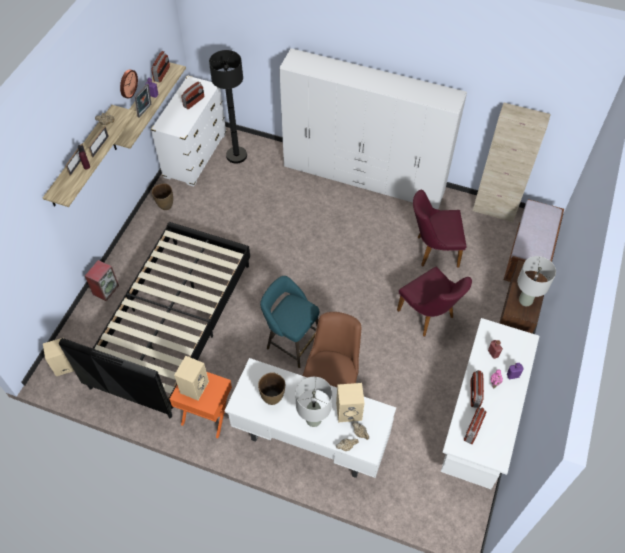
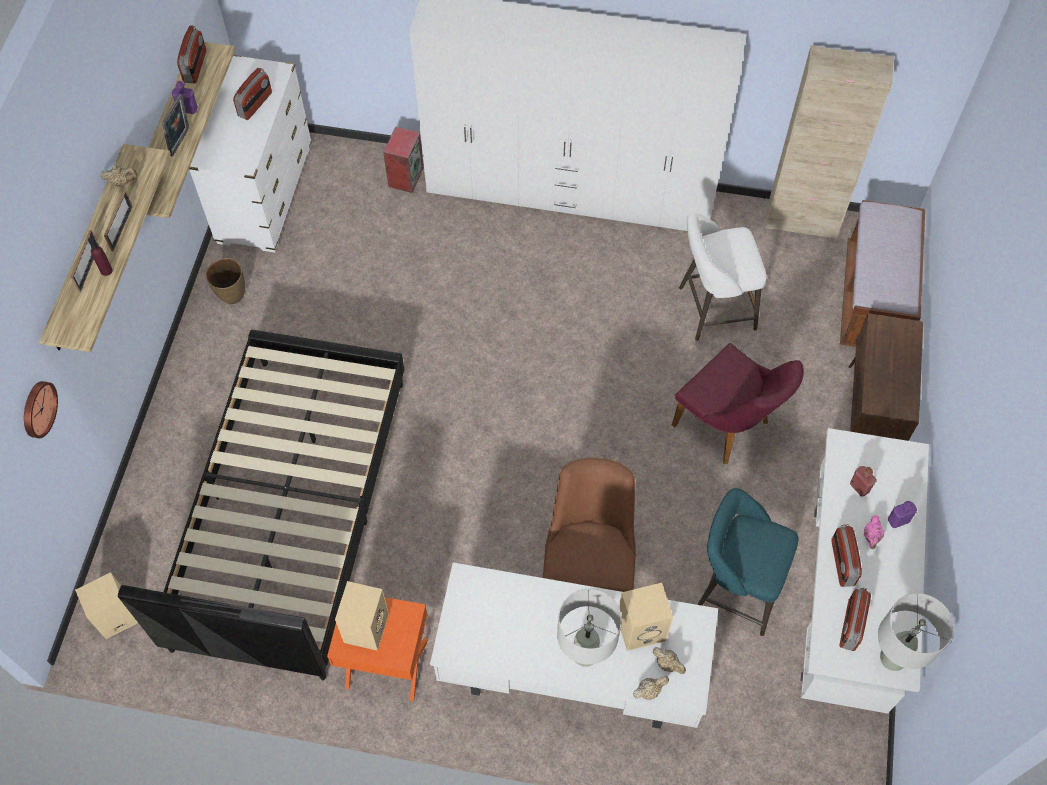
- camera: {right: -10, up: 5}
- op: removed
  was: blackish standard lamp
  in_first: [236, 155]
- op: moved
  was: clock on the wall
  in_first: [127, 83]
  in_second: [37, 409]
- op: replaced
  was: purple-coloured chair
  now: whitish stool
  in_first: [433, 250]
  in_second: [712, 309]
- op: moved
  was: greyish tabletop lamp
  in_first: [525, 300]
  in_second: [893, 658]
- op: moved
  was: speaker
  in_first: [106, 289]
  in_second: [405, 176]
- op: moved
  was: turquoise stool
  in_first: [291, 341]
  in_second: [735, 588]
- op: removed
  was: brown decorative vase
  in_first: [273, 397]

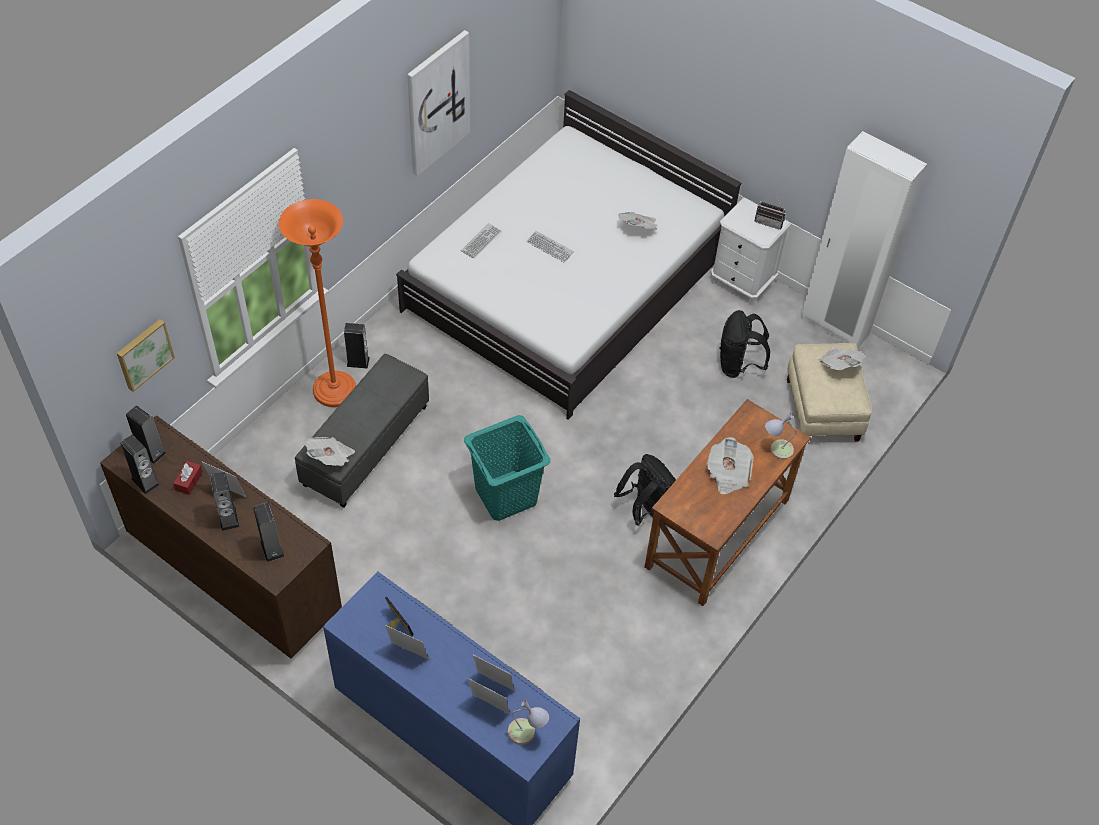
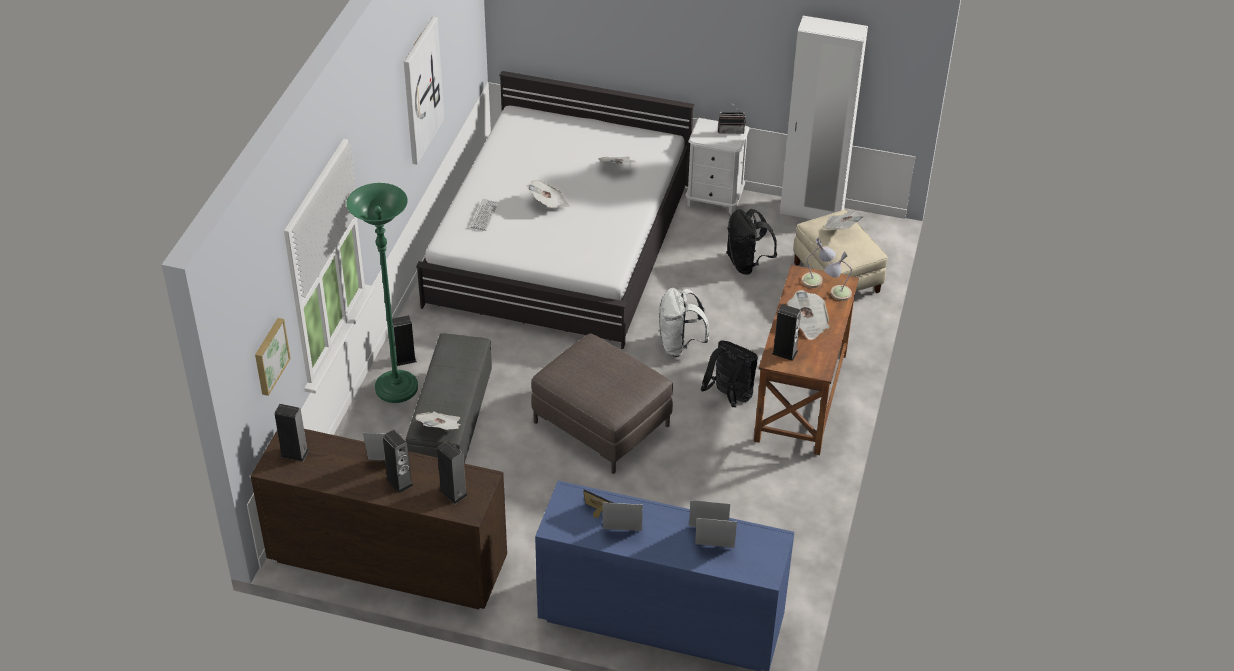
- camera: {right: -20, up: -10}
- op: recoloured
  was: orange standard lamp
  now: greenish standard lamp
  in_first: [334, 391]
  in_second: [396, 388]
- op: replaced
  was: PC keyboard
  now: daily paper
  in_first: [550, 247]
  in_second: [548, 203]
- op: replaced
  was: turquoise laundry basket
  now: brown footrest
  in_first: [505, 495]
  in_second: [601, 424]
- op: moved
  was: speaker
  in_first: [145, 481]
  in_second: [784, 352]
- op: removed
  was: red-coloured tissue box
  in_first: [189, 481]
- op: moved
  was: tabletop lamp
  in_first: [527, 733]
  in_second: [816, 280]
- op: added
  now: whitish knapsack
  in_second: [680, 345]

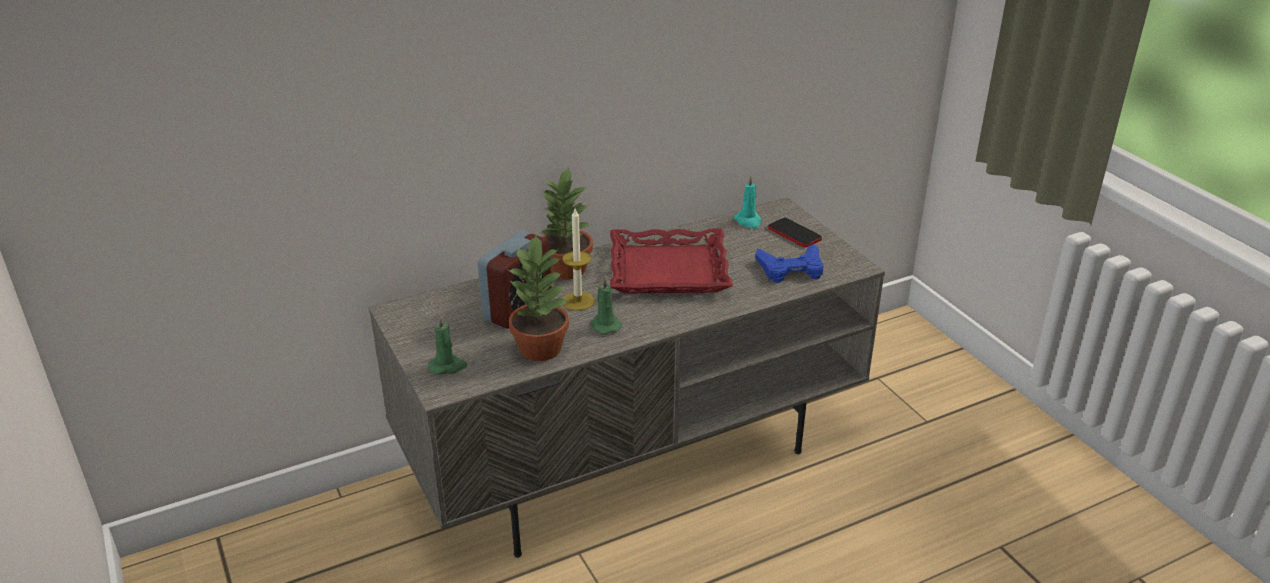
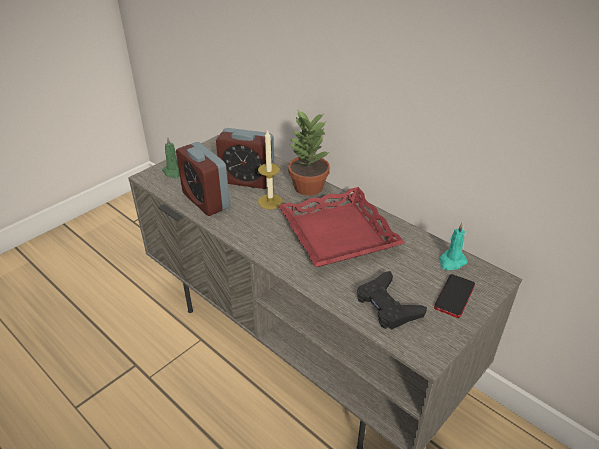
- camera: {right: 70, up: 5}
- op: replaced
  was: plant in a pot
  now: bedside clock
  in_first: [541, 348]
  in_second: [206, 200]
- op: recoloured
  was: bluish game controller
  now: blackish game controller
  in_first: [791, 269]
  in_second: [387, 305]
- op: removed
  was: greenish wax candle
  in_first: [605, 325]

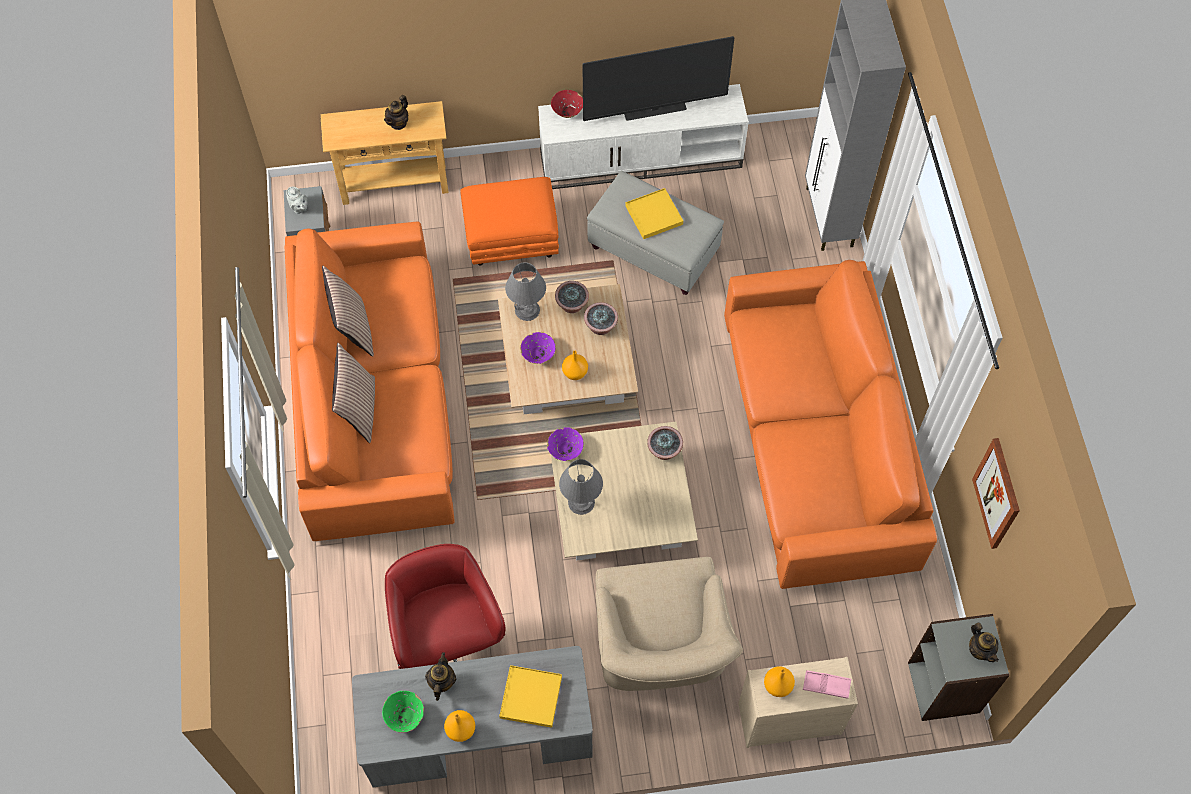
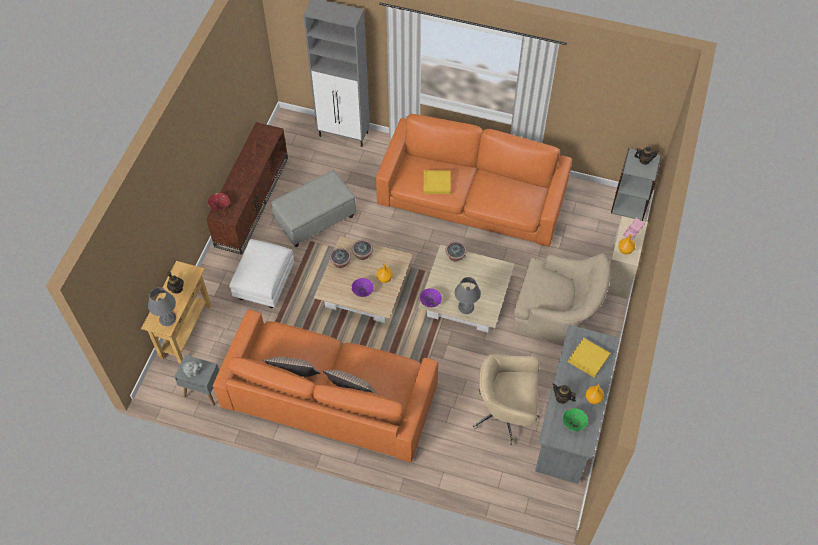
- camera: {right: -65, up: -5}
- op: removed
  was: TV set
  in_first: [655, 110]
- op: recoloured
  was: whitish media console
  now: brown media console
  in_first: [642, 159]
  in_second: [251, 200]
- op: recoloured
  was: orange footrest
  now: whitish footrest
  in_first: [510, 239]
  in_second: [264, 285]
- op: moved
  was: yellow-coloured tray
  in_first: [654, 215]
  in_second: [437, 183]
- op: moved
  was: greyish tabletop lamp
  in_first: [527, 309]
  in_second: [167, 318]
- op: removed
  was: picture
  in_first: [997, 493]
- op: recoloured
  was: red-coloured office chair
  now: beige office chair
  in_first: [448, 640]
  in_second: [506, 413]

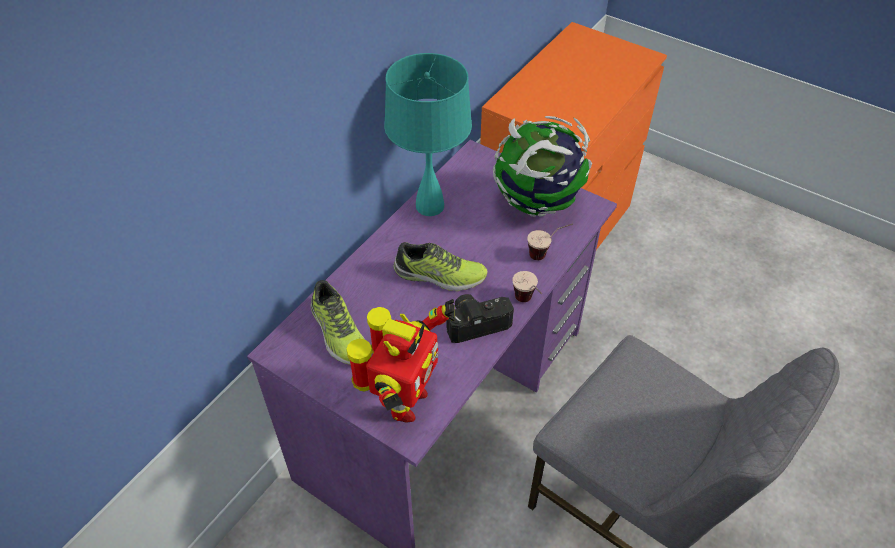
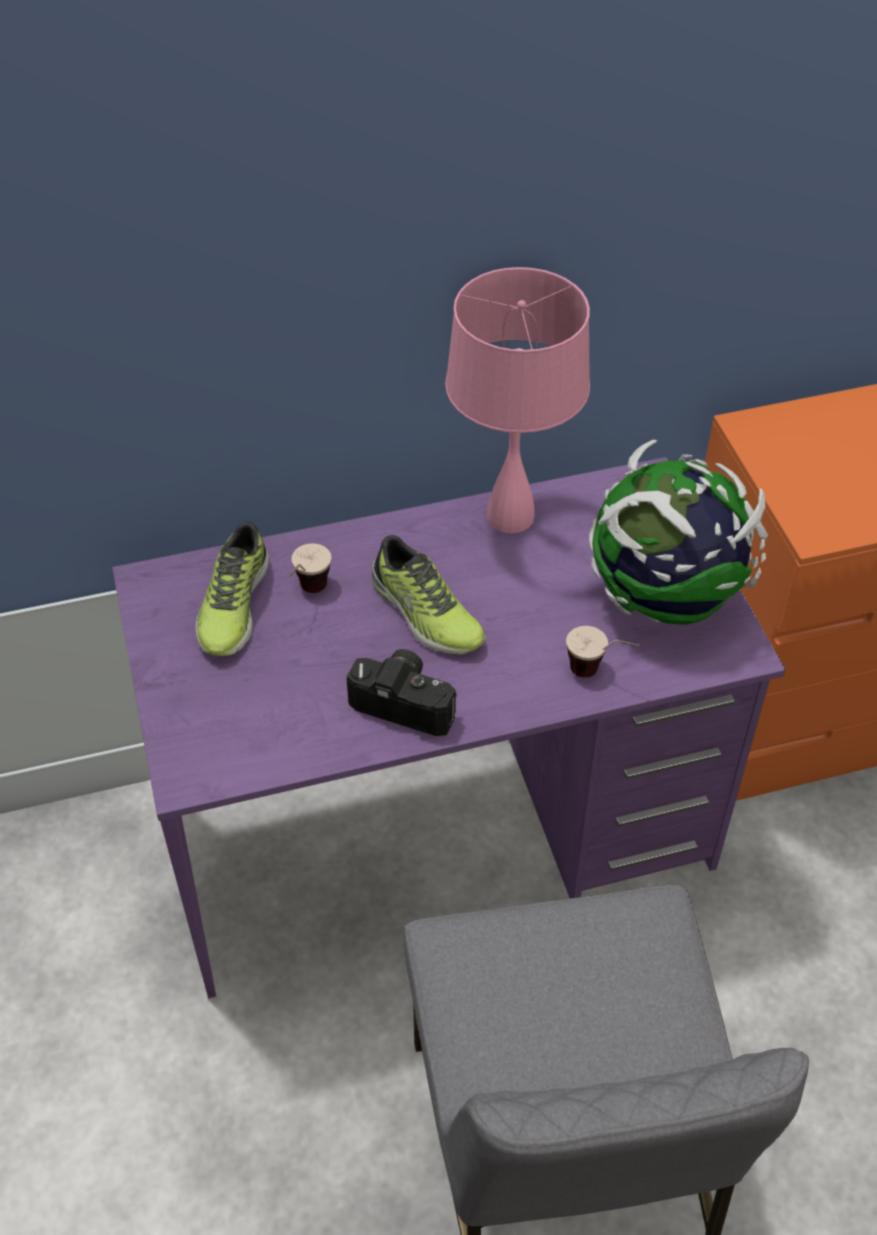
- camera: {right: 40, up: 0}
- op: recoloured
  was: turquoise tabletop lamp
  now: pink tabletop lamp
  in_first: [429, 206]
  in_second: [510, 515]
- op: moved
  was: drinking cup
  in_first: [527, 303]
  in_second: [308, 595]
- op: removed
  was: robot figure
  in_first: [403, 402]

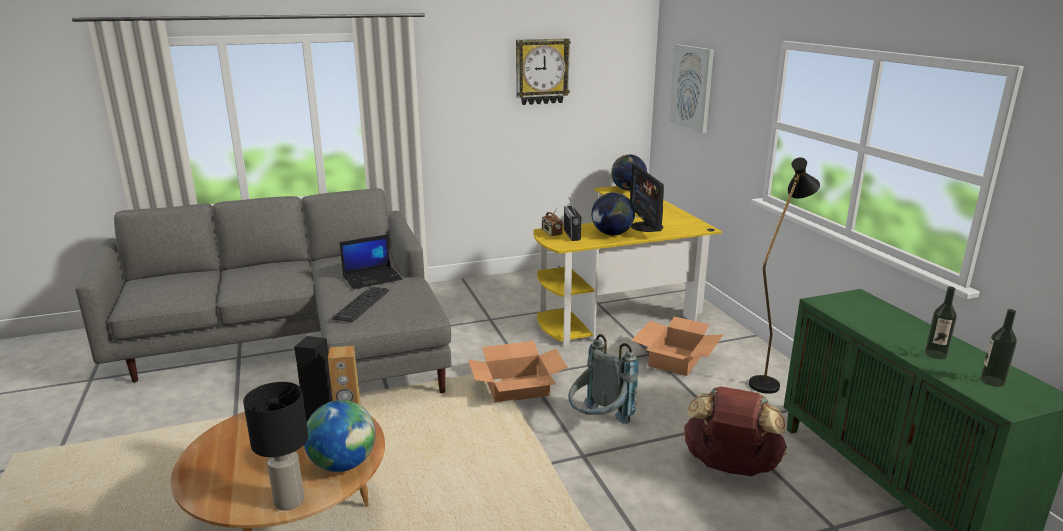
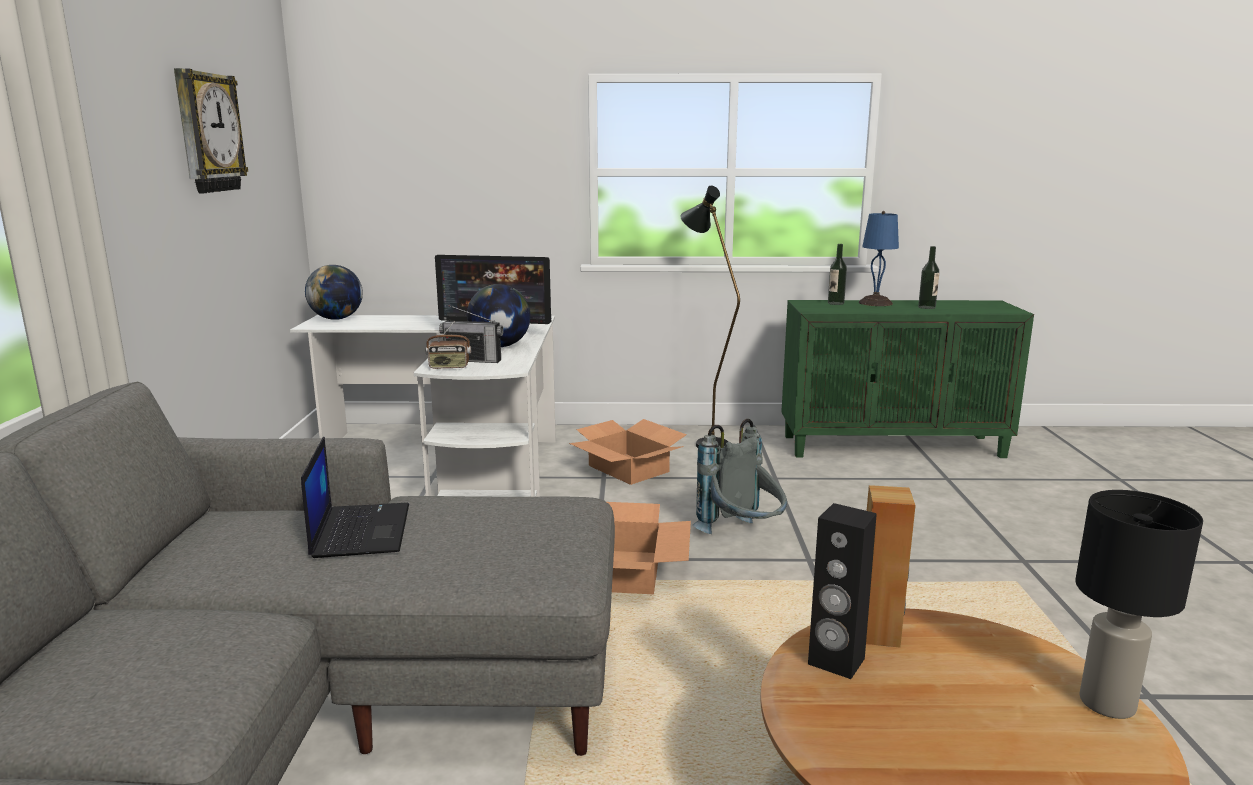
- camera: {right: -70, up: -5}
- op: removed
  was: picture
  in_first: [692, 87]
- op: recoloured
  was: yellow-coloured desk
  now: whitish desk
  in_first: [625, 305]
  in_second: [460, 463]
- op: removed
  was: PC keyboard
  in_first: [361, 304]
- op: moved
  was: drink bottle
  in_first: [992, 381]
  in_second: [835, 303]
- op: removed
  was: brown knapsack
  in_first: [730, 467]
- op: removed
  was: globe
  in_first: [343, 464]
- op: added
  now: bluish tabletop lamp
  in_second: [874, 303]

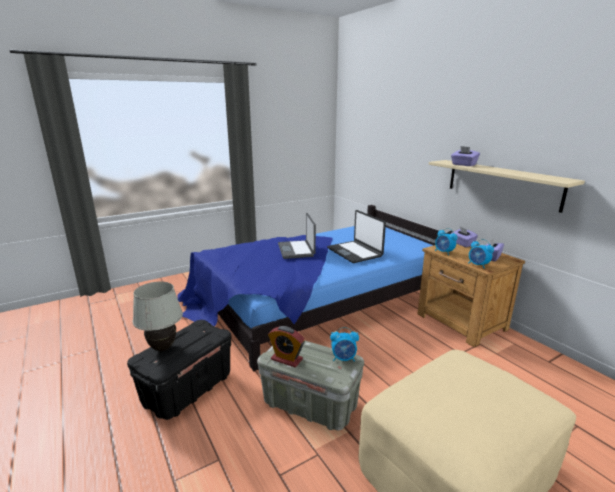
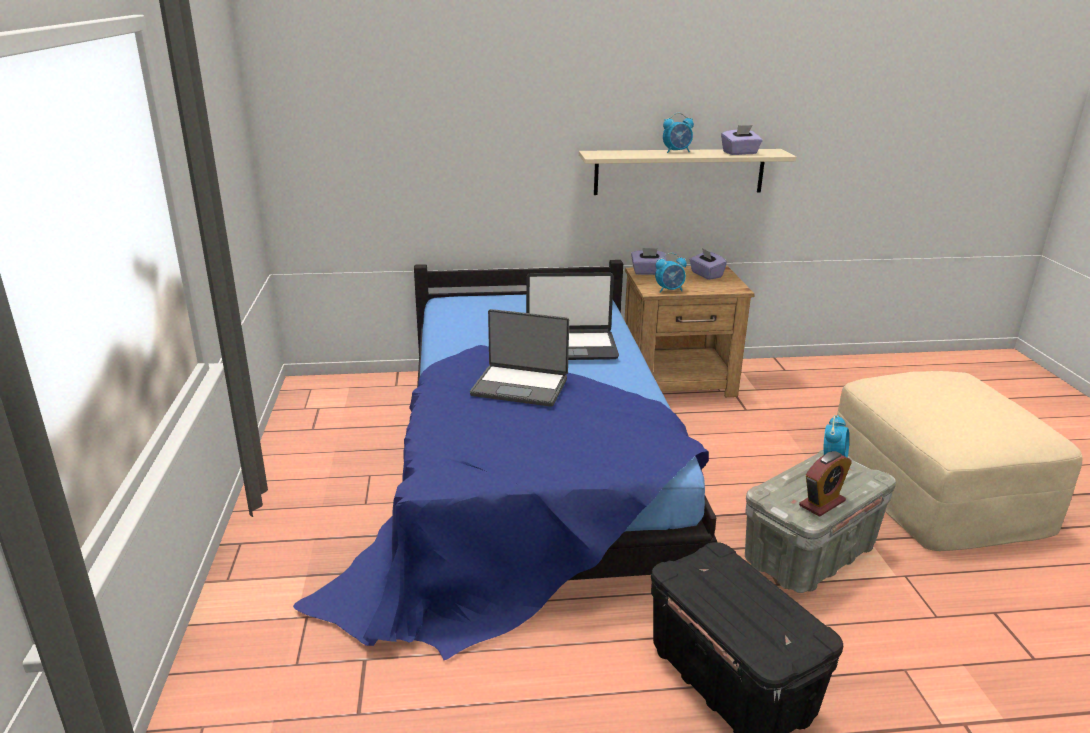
- camera: {right: -65, up: 5}
- op: moved
  was: purple-coloured tissue box
  in_first: [463, 165]
  in_second: [740, 153]
- op: moved
  was: bedside clock
  in_first: [478, 265]
  in_second: [677, 151]
- op: removed
  was: whitish tabletop lamp
  in_first: [163, 347]

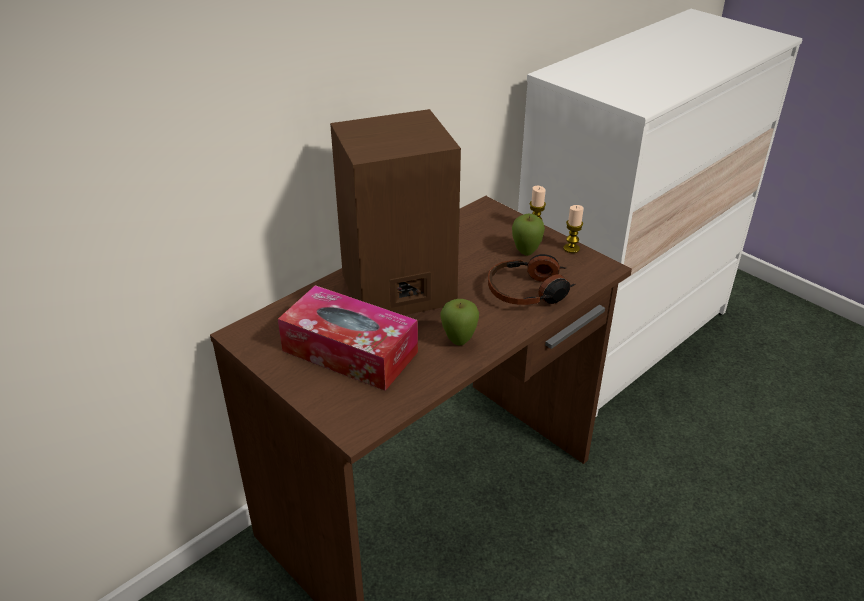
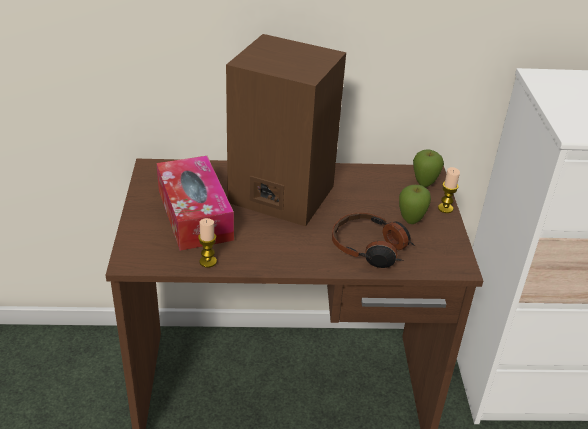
- camera: {right: 40, up: 0}
- op: moved
  was: wax candle
  in_first: [571, 248]
  in_second: [208, 261]
- op: moved
  was: apple
  in_first: [459, 341]
  in_second: [424, 184]

